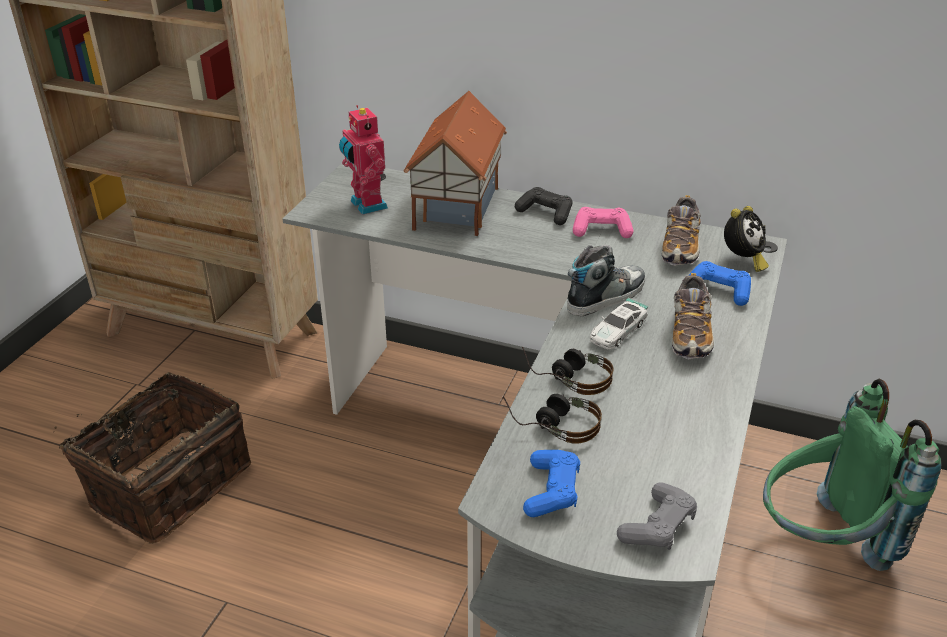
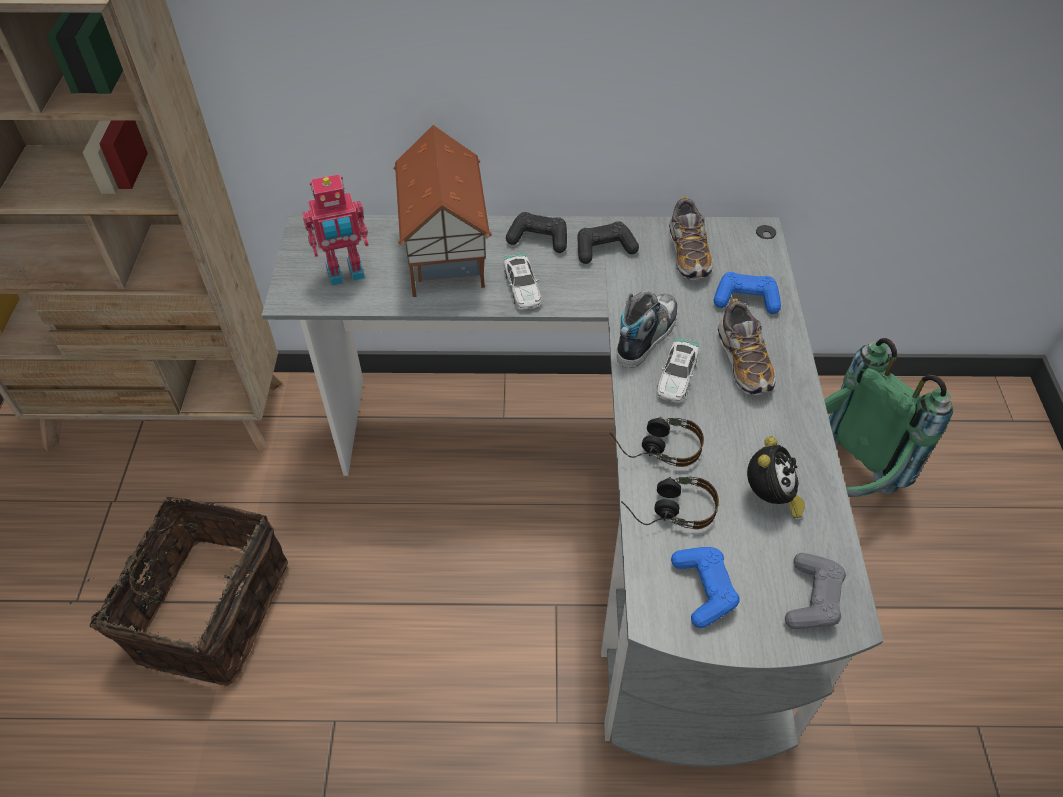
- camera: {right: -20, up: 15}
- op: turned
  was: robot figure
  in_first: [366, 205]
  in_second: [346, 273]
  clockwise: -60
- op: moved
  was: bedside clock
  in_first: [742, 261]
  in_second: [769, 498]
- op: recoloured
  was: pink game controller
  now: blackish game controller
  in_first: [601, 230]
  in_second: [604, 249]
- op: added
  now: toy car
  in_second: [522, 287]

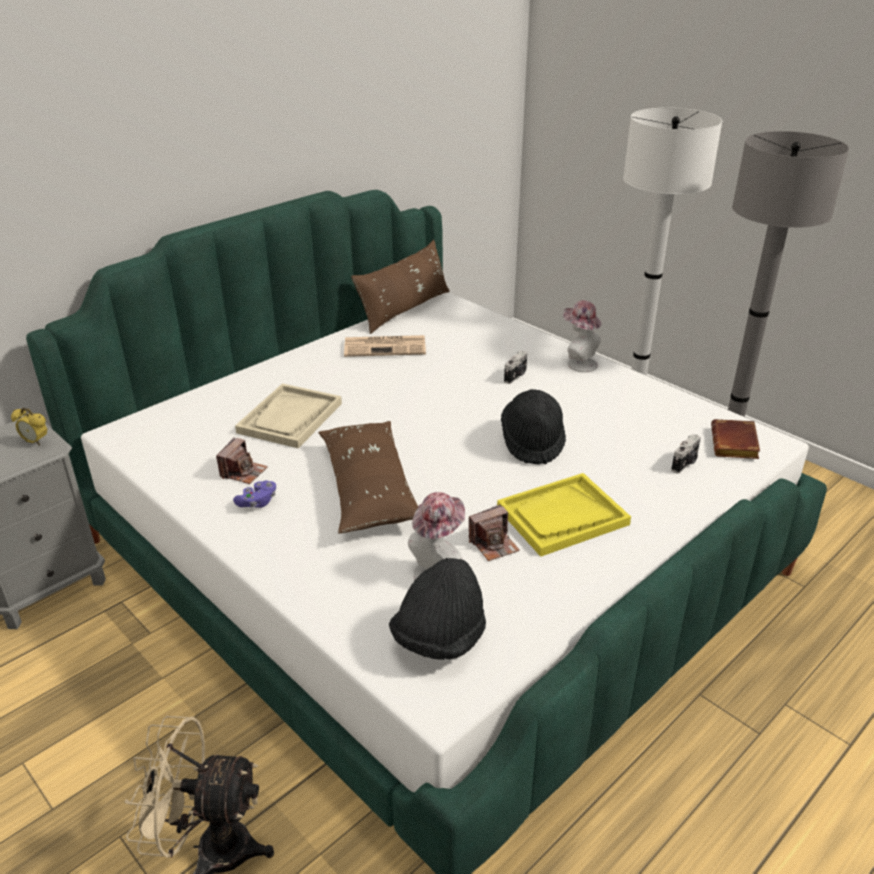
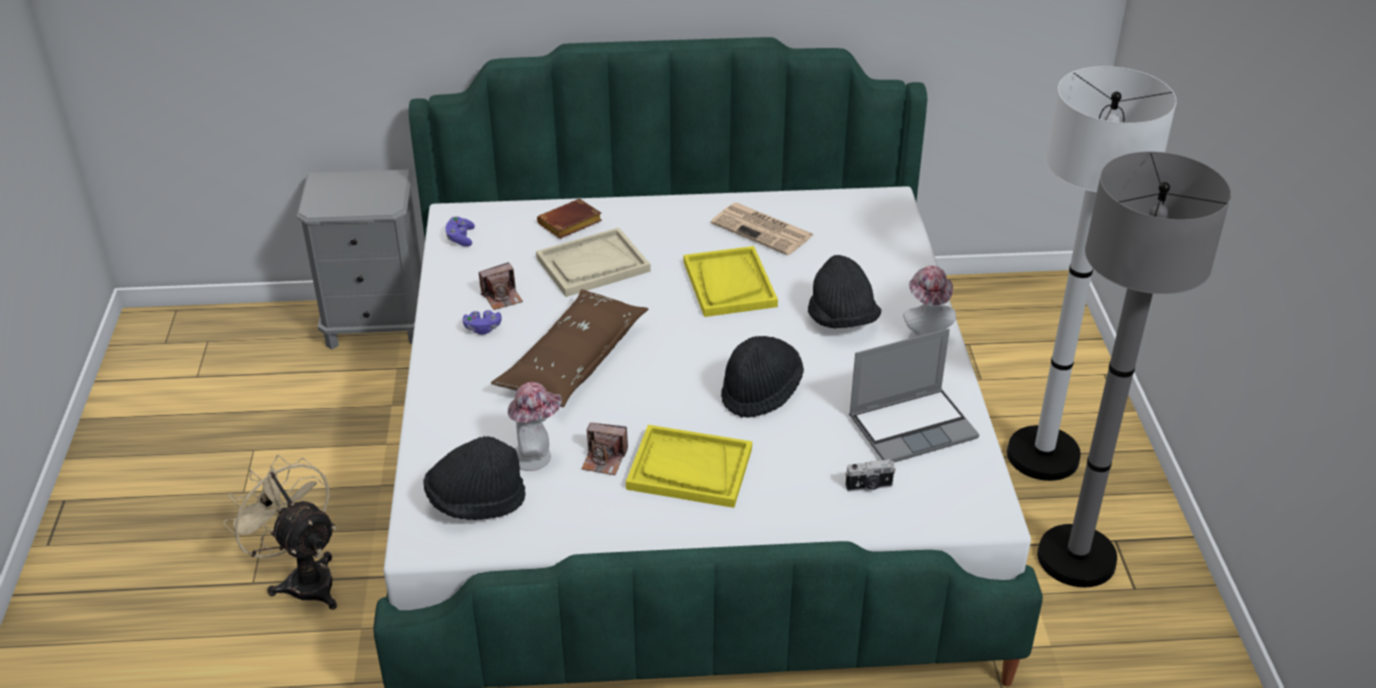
- camera: {right: 40, up: 5}
- op: removed
  was: brown pillow
  in_first: [405, 310]
- op: replaced
  was: still camera
  now: blackish wearable hat
  in_first: [516, 376]
  in_second: [841, 320]
- op: removed
  was: bedside clock
  in_first: [35, 442]
- op: moved
  was: brown volume
  in_first: [736, 445]
  in_second: [569, 225]
- op: added
  now: purple-coloured game controller
  in_second: [460, 238]
- op: added
  now: yellow-coloured tray
  in_second: [729, 284]
- op: added
  now: notebook computer
  in_second: [913, 426]

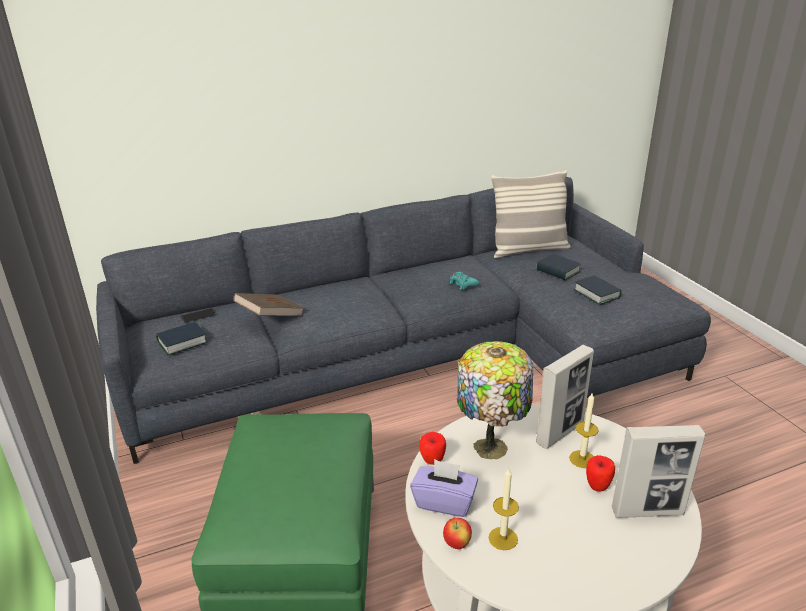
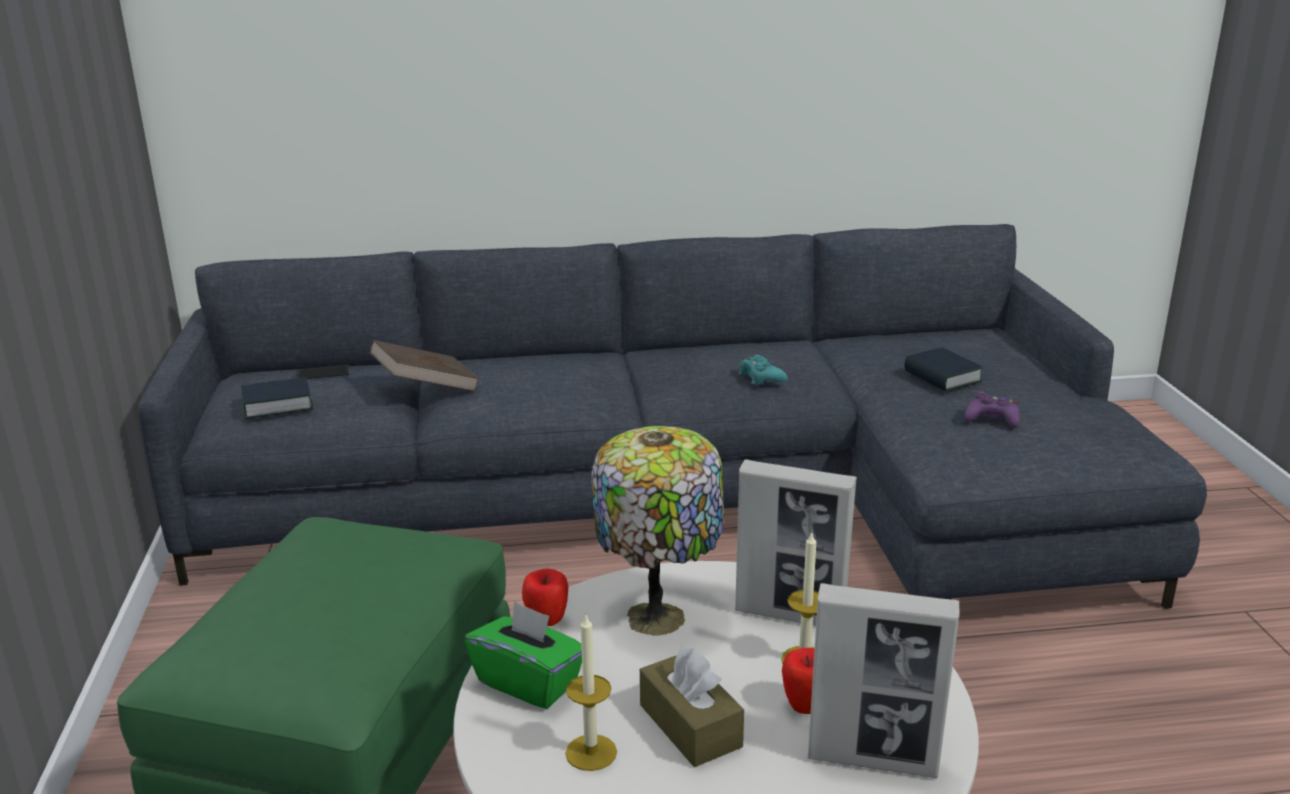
- camera: {right: 15, up: -5}
- op: removed
  was: pillow
  in_first: [528, 250]
- op: replaced
  was: volume
  now: purple-coloured game controller
  in_first: [596, 294]
  in_second: [992, 418]
- op: turned
  was: photo frame
  in_first: [560, 433]
  in_second: [790, 615]
  clockwise: 45
- op: recoloured
  was: purple-coloured tissue box
  now: greenish tissue box
  in_first: [444, 502]
  in_second: [529, 682]
- op: removed
  was: apple
  in_first: [457, 544]
- op: added
  now: brown tissue box
  in_second: [690, 726]

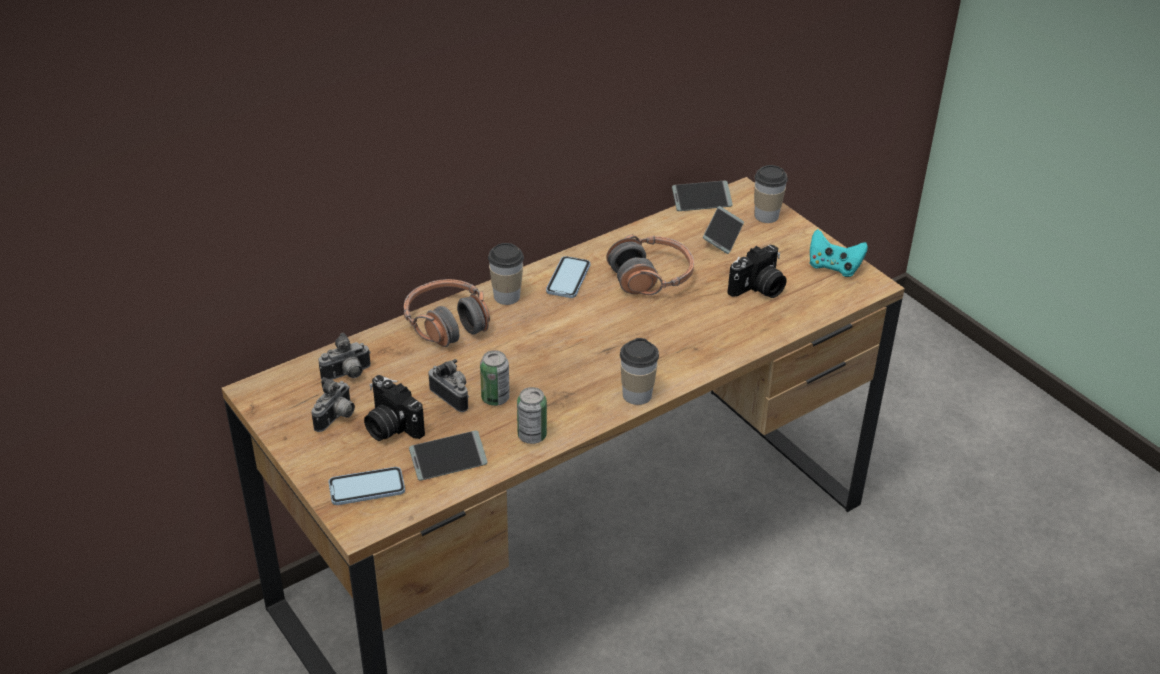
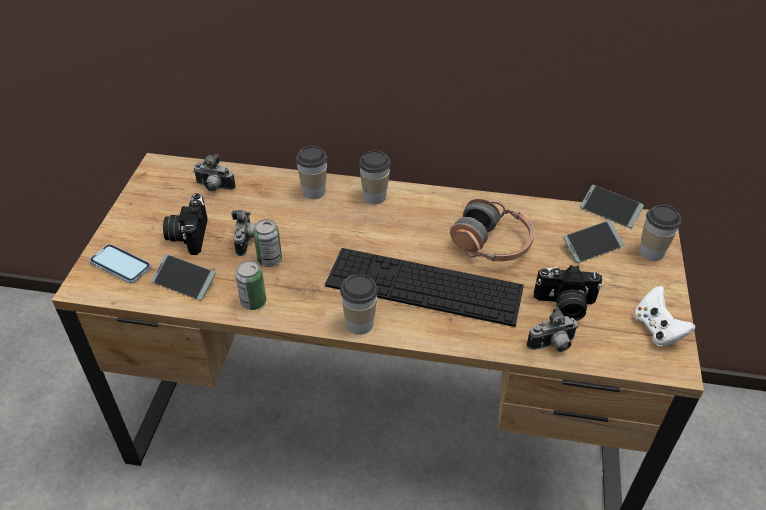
- camera: {right: 45, up: 5}
- op: recoloured
  was: turquoise game controller
  now: whitish game controller
  in_first: [833, 267]
  in_second: [657, 329]
- op: removed
  was: phone
  in_first: [568, 279]
- op: replaced
  was: headset
  now: drinking cup
  in_first: [447, 323]
  in_second: [314, 191]
- op: moved
  was: still camera
  in_first: [337, 418]
  in_second: [552, 346]
- op: added
  now: PC keyboard
  in_second: [424, 286]

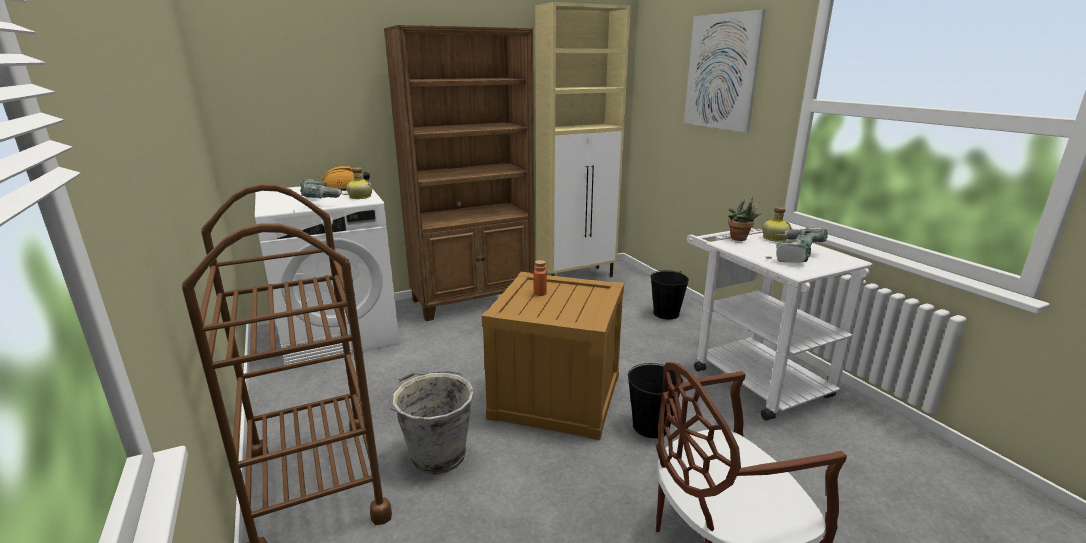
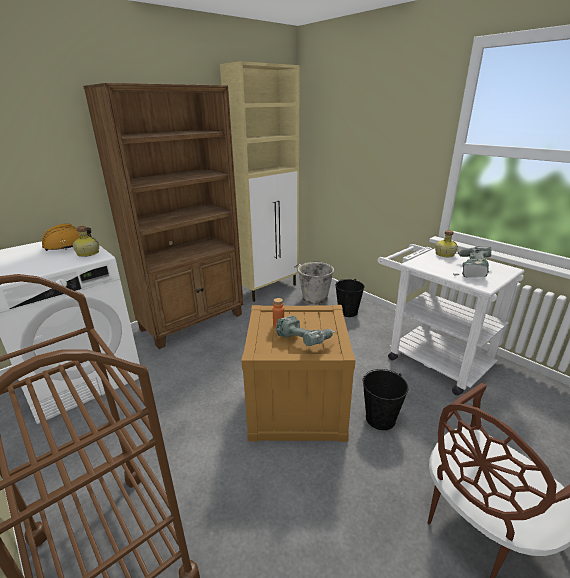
- camera: {right: -15, up: 5}
- op: removed
  was: picture
  in_first: [721, 72]
- op: moved
  was: drill
  in_first: [323, 202]
  in_second: [305, 340]
- op: removed
  was: plant in a pot
  in_first: [740, 239]
- op: moved
  was: greyish bucket
  in_first: [437, 454]
  in_second: [313, 299]

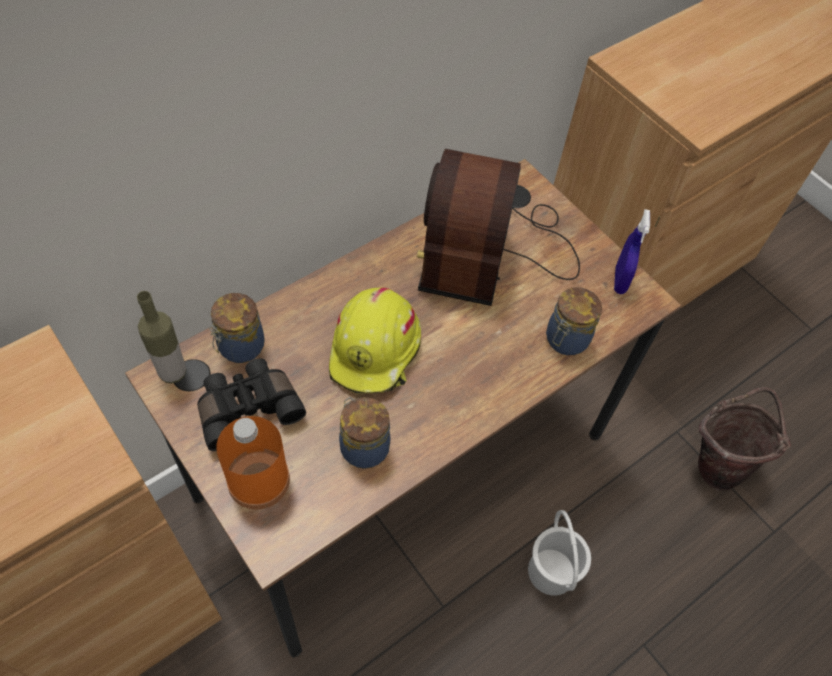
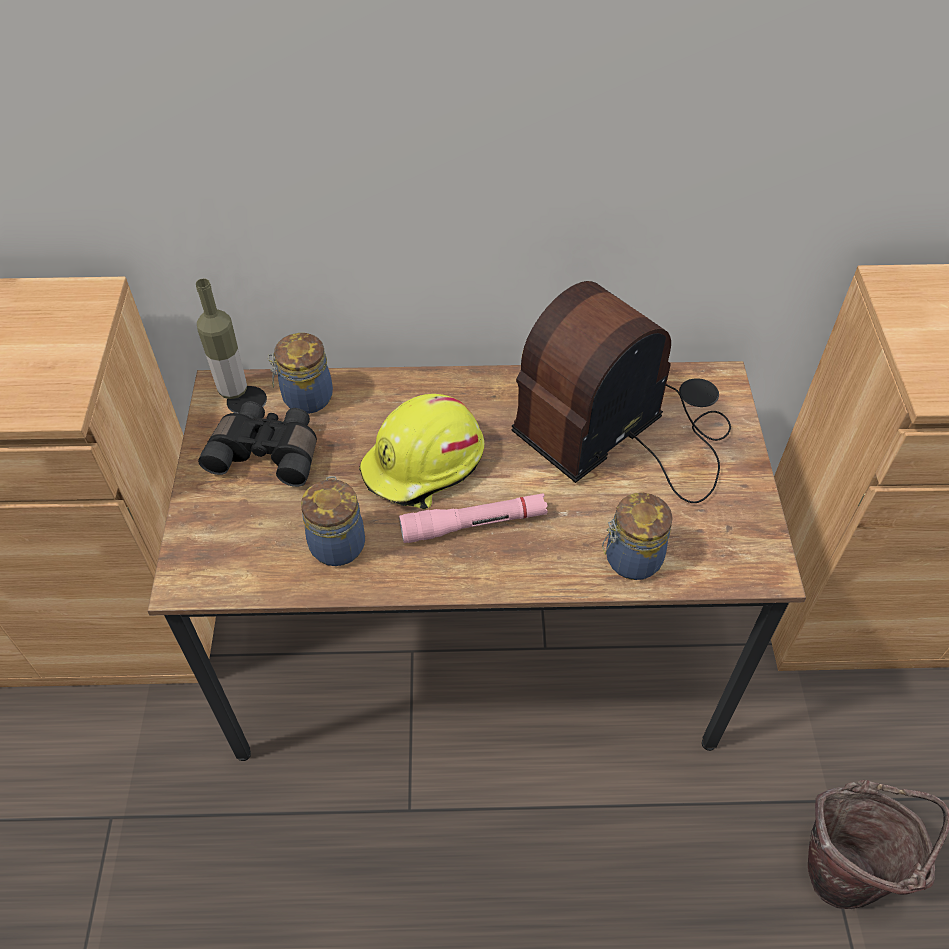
- camera: {right: 40, up: -5}
- op: removed
  was: bluish sprayer
  in_first: [620, 281]
- op: removed
  was: orange drink bottle
  in_first: [258, 480]
- op: removed
  was: whitish bucket
  in_first: [552, 570]
- op: added
  now: pink hand torch
  in_second: [474, 524]

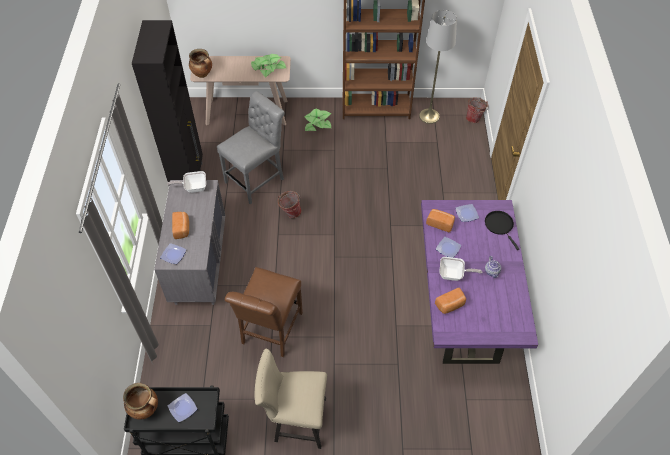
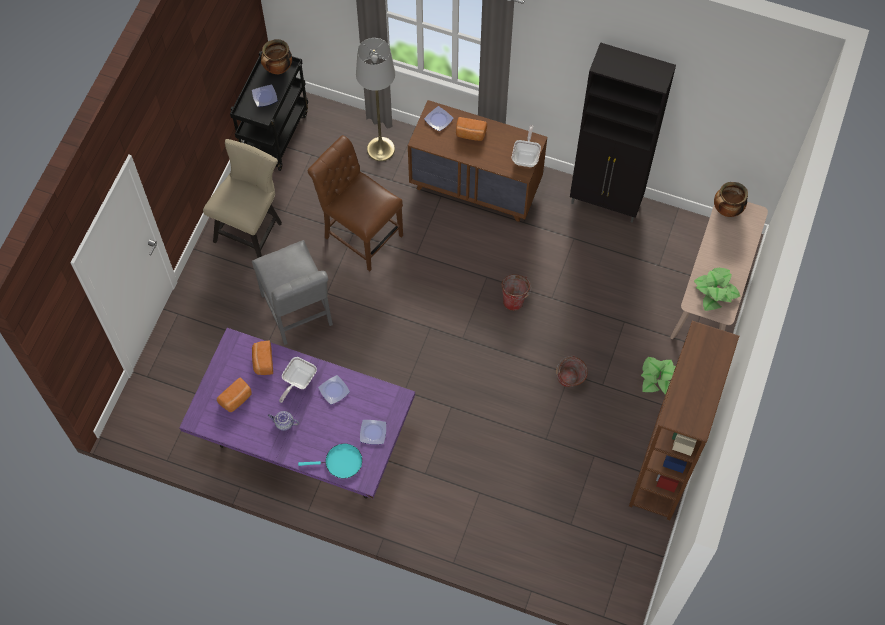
- camera: {right: 110, up: 10}
- op: moved
  was: greyish standard lamp
  in_first: [429, 116]
  in_second: [380, 149]
- op: moved
  was: greyish chair
  in_first: [257, 179]
  in_second: [298, 314]
- op: moved
  was: bucket
  in_first: [474, 118]
  in_second: [569, 382]
- op: recoloured
  was: greyish chest of drawers
  now: brown chest of drawers
  in_first: [199, 264]
  in_second: [476, 187]
- op: moved
  was: bakery bread
  in_first: [440, 223]
  in_second: [236, 399]
- op: recoloured
  was: blackish frying pan
  now: turquoise frying pan
  in_first: [500, 225]
  in_second: [341, 462]

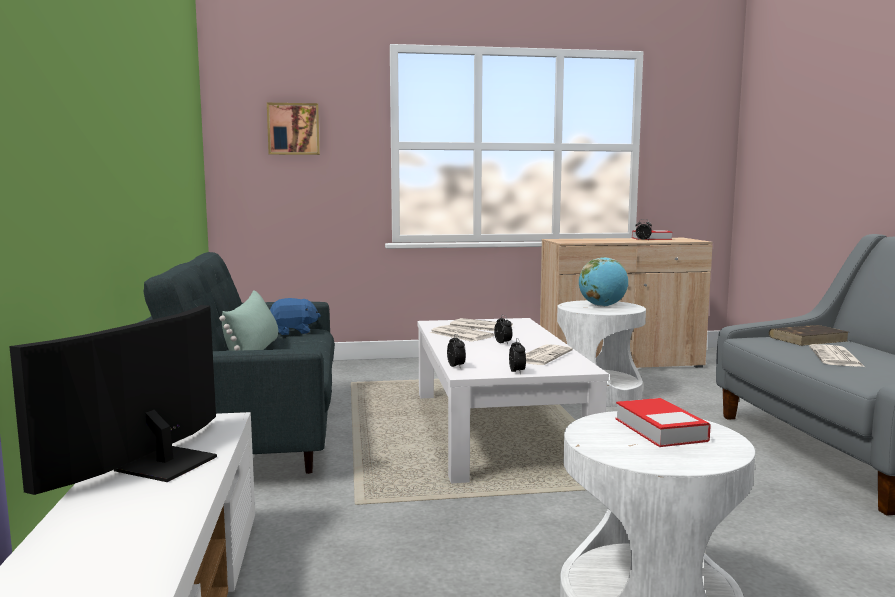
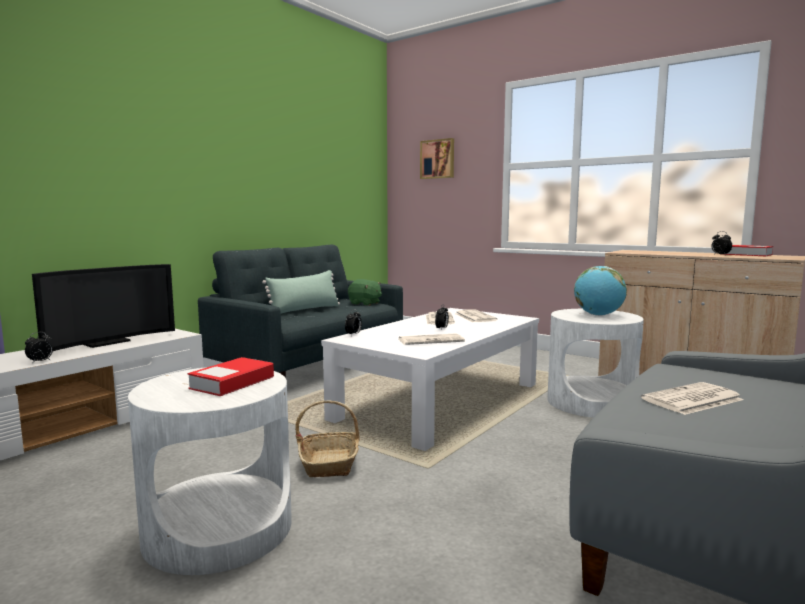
- camera: {right: 45, up: 0}
- op: recoloured
  was: bluish soft toy
  now: greenish soft toy
  in_first: [293, 332]
  in_second: [365, 303]
- op: turned
  was: TV set
  in_first: [157, 461]
  in_second: [106, 343]
  clockwise: 150
- op: removed
  was: brown volume
  in_first: [808, 339]
- op: moved
  was: bedside clock
  in_first: [517, 372]
  in_second: [40, 362]
- op: added
  now: storage basket
  in_second: [329, 463]

